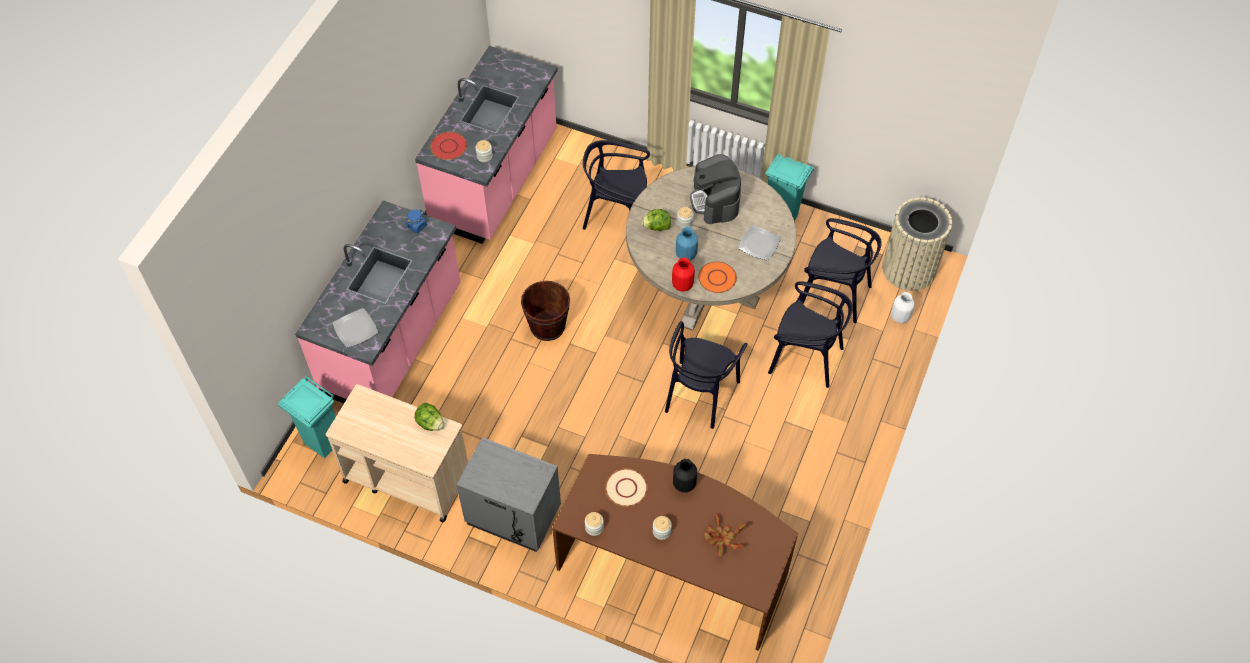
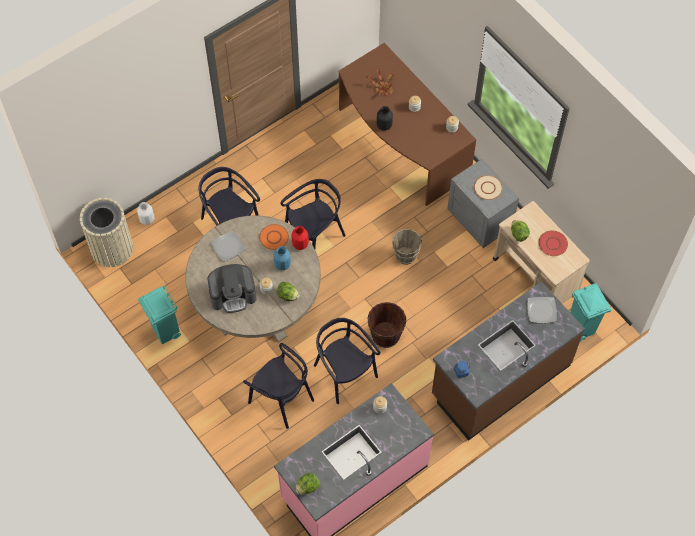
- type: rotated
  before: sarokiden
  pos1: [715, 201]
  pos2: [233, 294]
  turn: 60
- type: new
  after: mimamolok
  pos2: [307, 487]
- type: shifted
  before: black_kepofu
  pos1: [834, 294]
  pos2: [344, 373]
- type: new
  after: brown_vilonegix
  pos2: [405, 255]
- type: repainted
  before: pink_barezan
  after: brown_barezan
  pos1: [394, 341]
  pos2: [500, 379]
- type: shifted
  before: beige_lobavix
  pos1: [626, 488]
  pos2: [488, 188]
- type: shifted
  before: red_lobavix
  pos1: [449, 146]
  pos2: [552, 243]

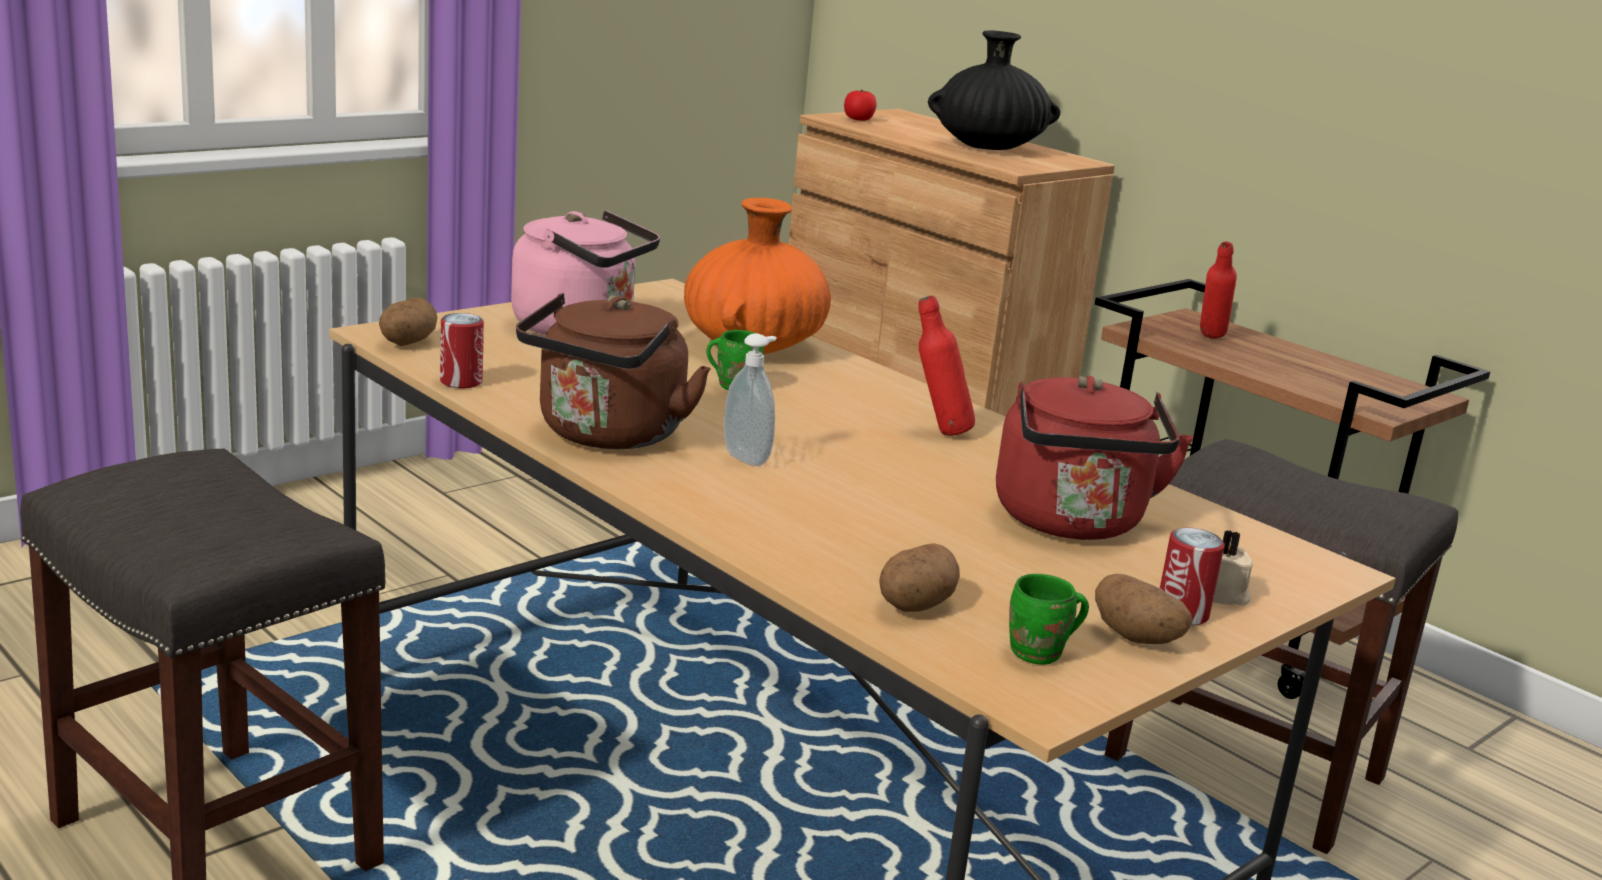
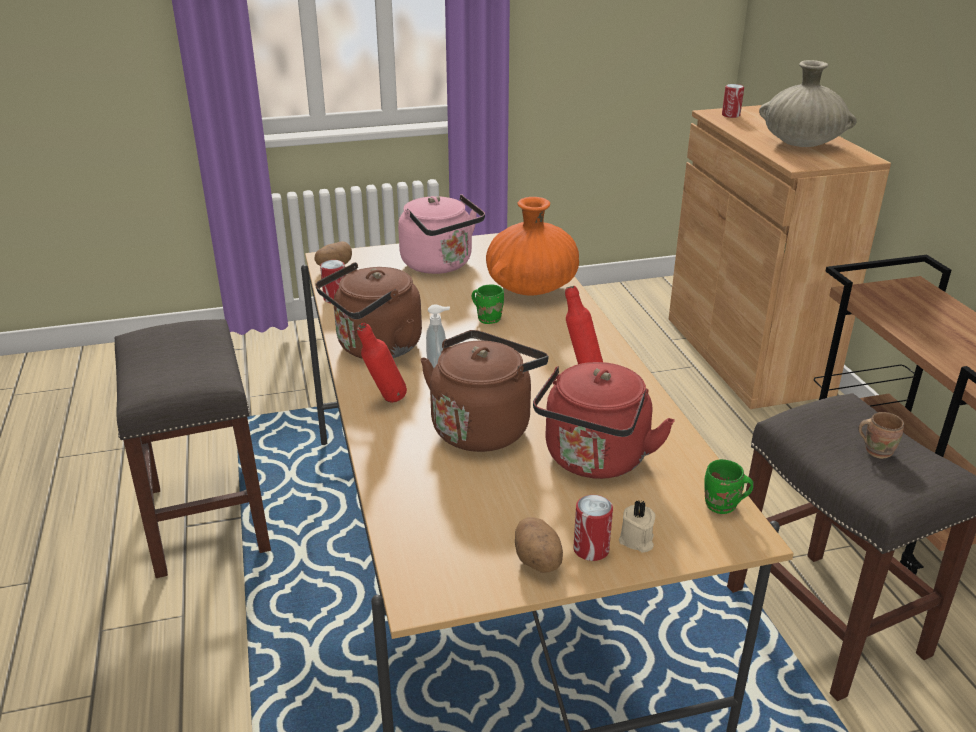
- type: shifted
  before: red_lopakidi
  pos1: [1210, 339]
  pos2: [385, 402]
- type: new
  after: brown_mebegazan
  pos2: [483, 426]
- type: shifted
  before: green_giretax
  pos1: [1040, 654]
  pos2: [722, 506]
- type: swapped
  before: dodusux
  after: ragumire
  pos1: [858, 119]
  pos2: [730, 115]
- type: repainted
  before: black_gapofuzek
  after: beige_gapofuzek
  pos1: [988, 147]
  pos2: [801, 144]
- type: new
  after: brown_giretax
  pos2: [876, 450]
- type: gone
  before: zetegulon
  pos1: [913, 606]

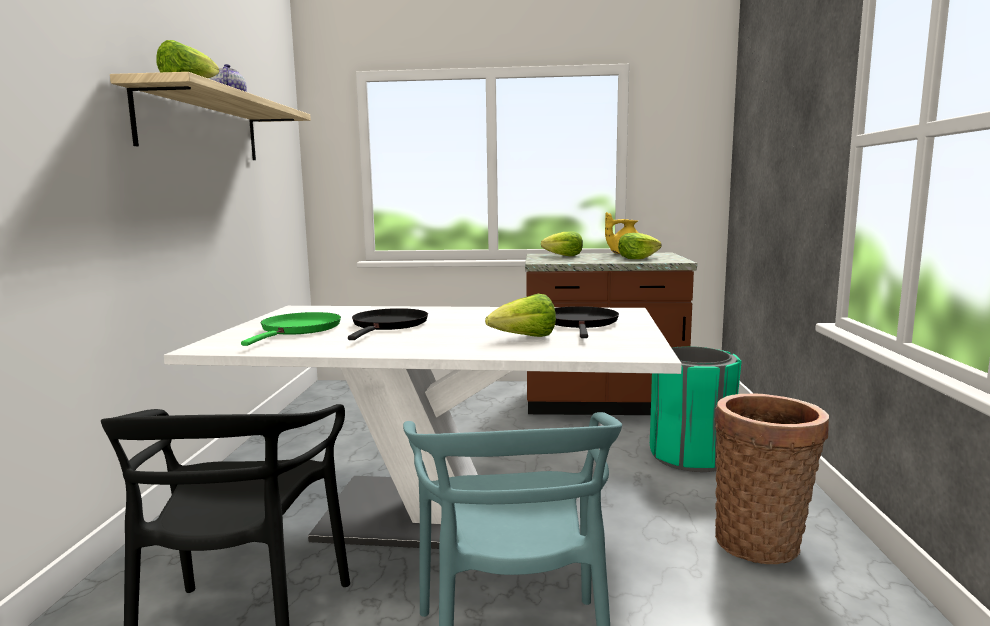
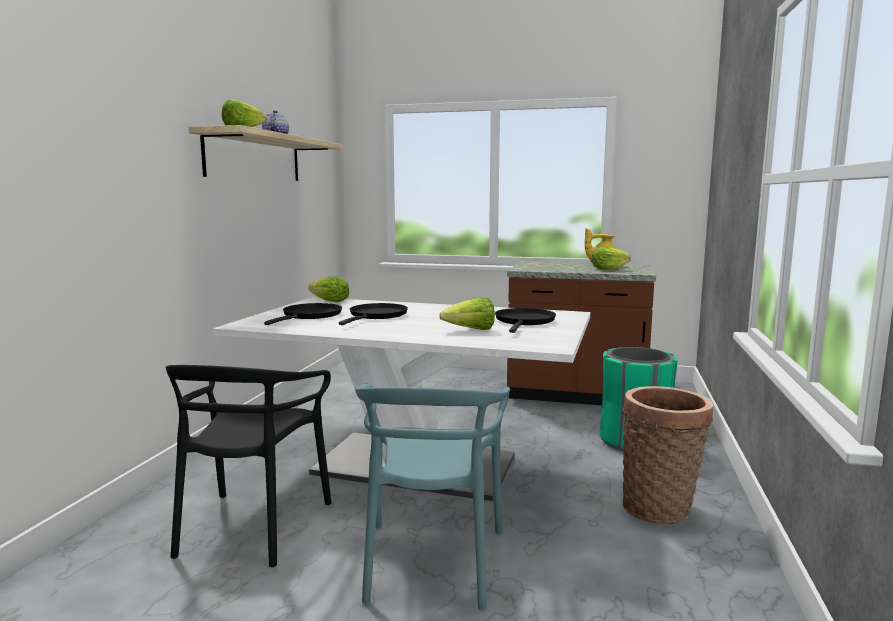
- type: repainted
  before: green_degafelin
  after: black_degafelin
  pos1: [299, 330]
  pos2: [310, 316]
- type: shifted
  before: mimamolok
  pos1: [564, 256]
  pos2: [330, 301]

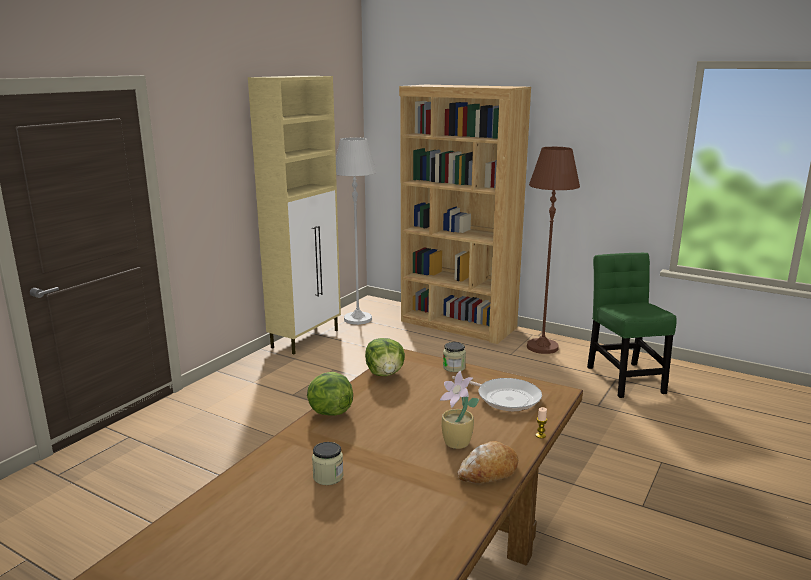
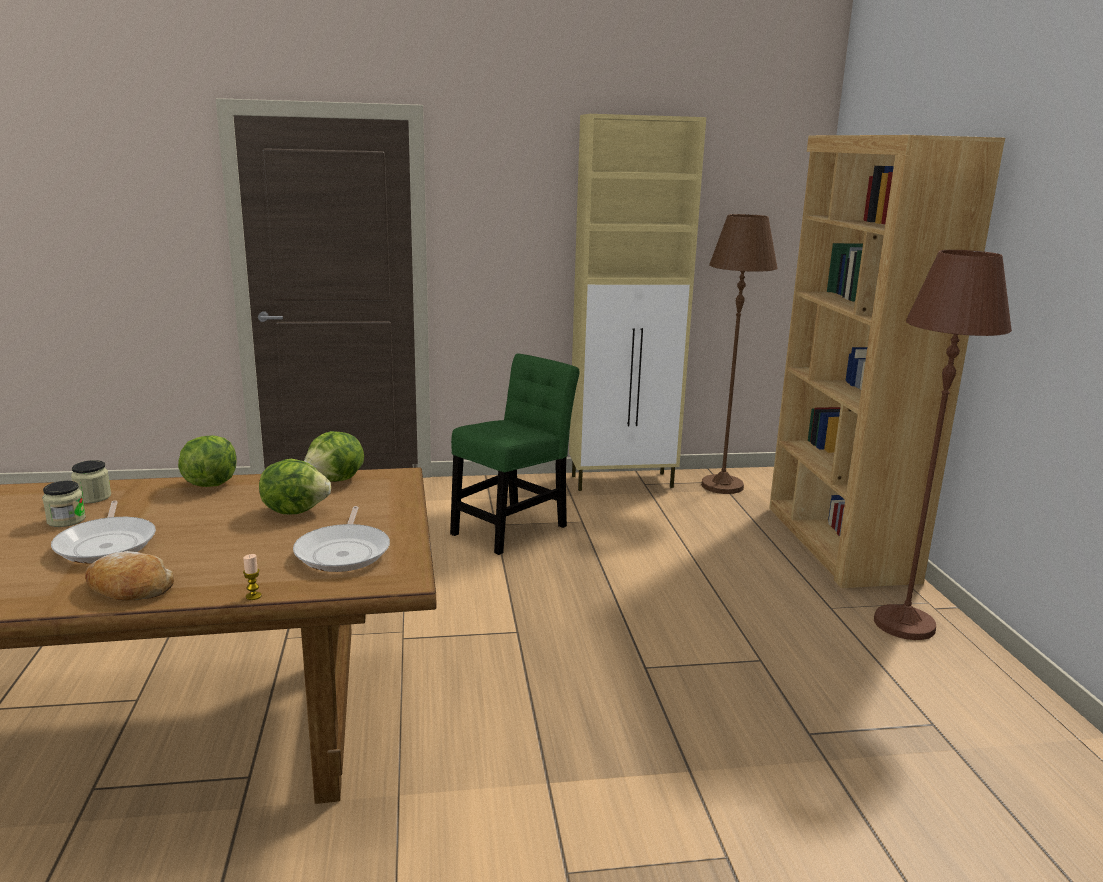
- type: new
  after: degafelin
  pos2: [107, 544]
- type: shifted
  before: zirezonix
  pos1: [454, 367]
  pos2: [93, 497]
- type: new
  after: mimamolok
  pos2: [295, 510]
- type: shifted
  before: green_kepofu
  pos1: [624, 377]
  pos2: [513, 527]
- type: repainted
  before: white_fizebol
  after: brown_fizebol
  pos1: [358, 319]
  pos2: [722, 486]
- type: gone
  before: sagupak
  pos1: [457, 443]

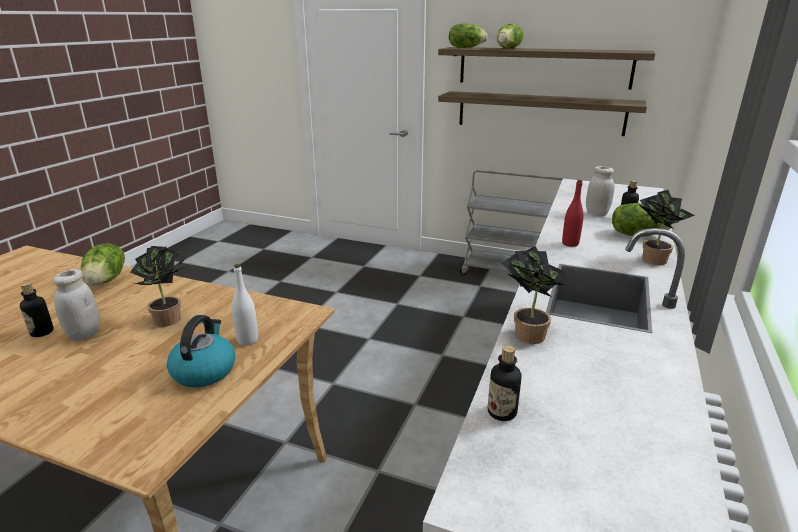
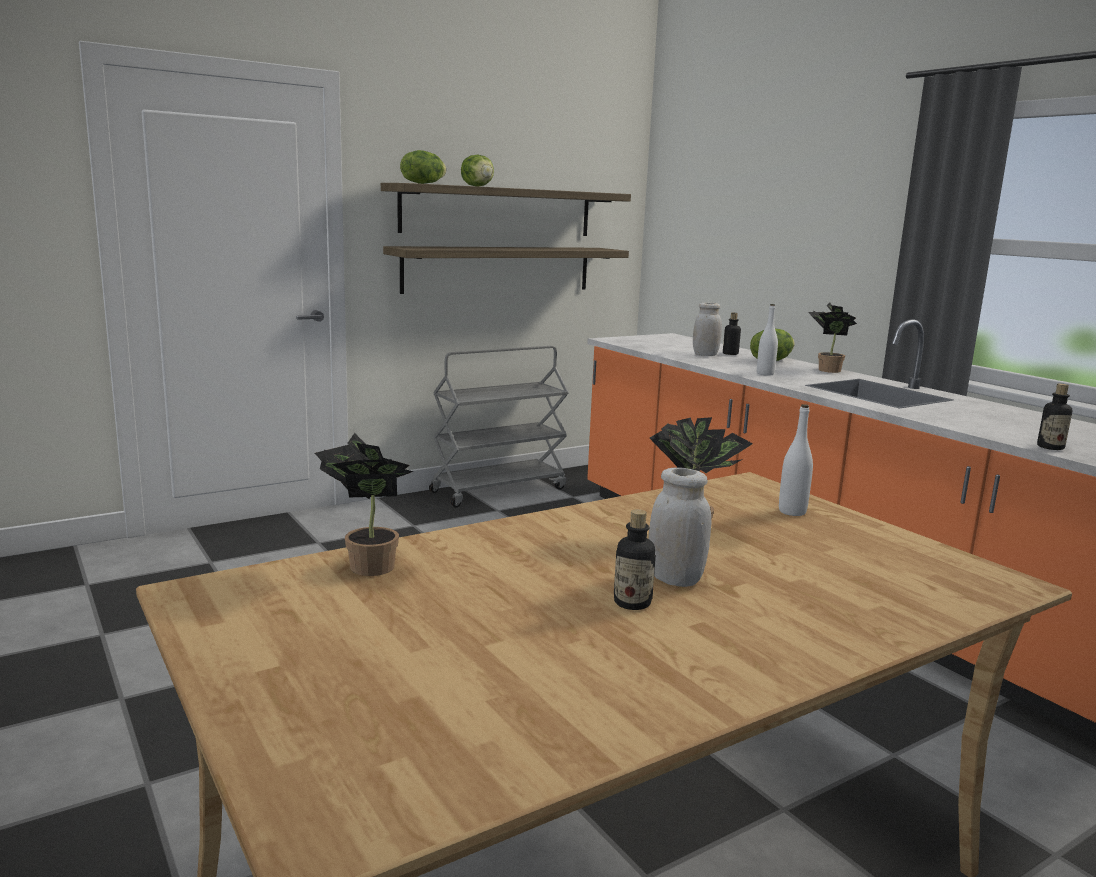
- type: shifted
  before: sagupak
  pos1: [527, 333]
  pos2: [366, 566]
- type: repainted
  before: red_lopakidi
  after: white_lopakidi
  pos1: [570, 244]
  pos2: [765, 374]
- type: gone
  before: mimamolok
  pos1: [107, 280]
- type: gone
  before: mebegazan
  pos1: [204, 370]

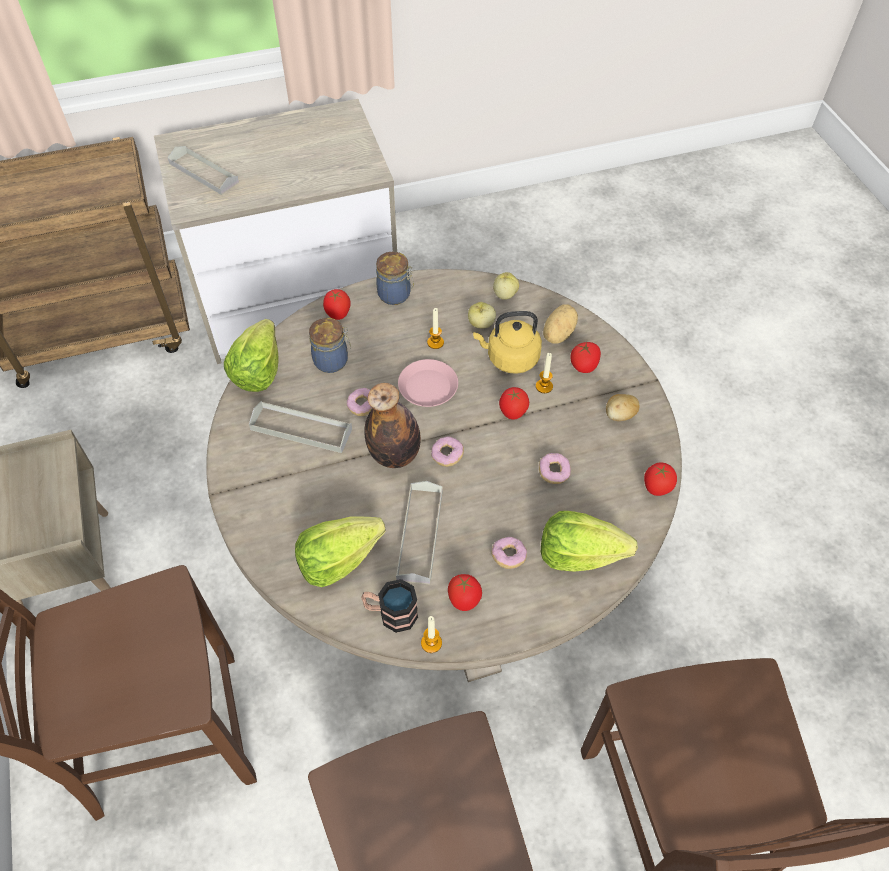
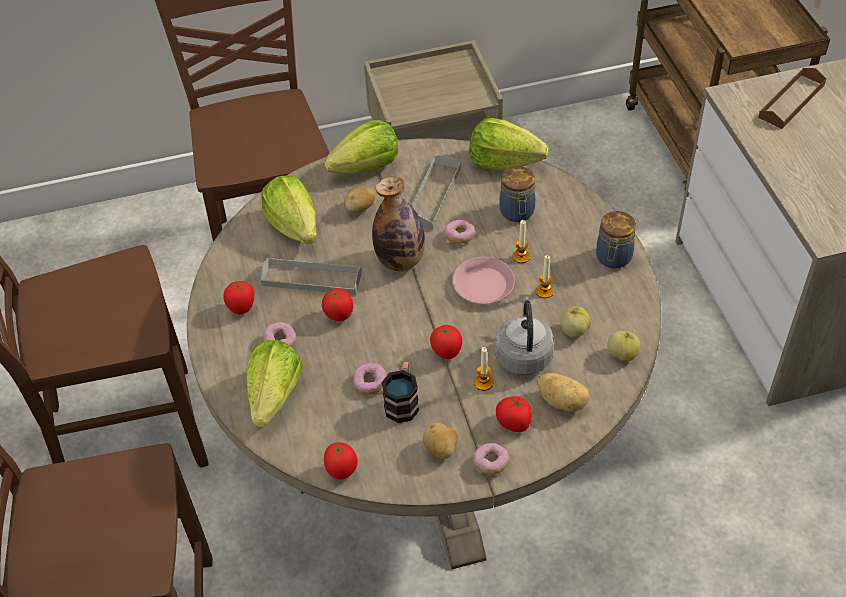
- type: shifted
  before: dodusux
  pos1: [338, 315]
  pos2: [339, 316]
- type: new
  after: mimamolok
  pos2: [367, 167]
- type: new
  after: zetegulon
  pos2: [360, 208]
- type: shifted
  before: giretax
  pos1: [390, 613]
  pos2: [403, 401]
- type: shifted
  before: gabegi
  pos1: [447, 455]
  pos2: [490, 463]
- type: repainted
  before: yellow_mebegazan
  after: grey_mebegazan
  pos1: [509, 358]
  pos2: [523, 354]
- type: shifted
  before: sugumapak
  pos1: [431, 643]
  pos2: [521, 256]
- type: repainted
  before: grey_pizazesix
  after: brown_pizazesix
  pos1: [204, 173]
  pos2: [791, 101]

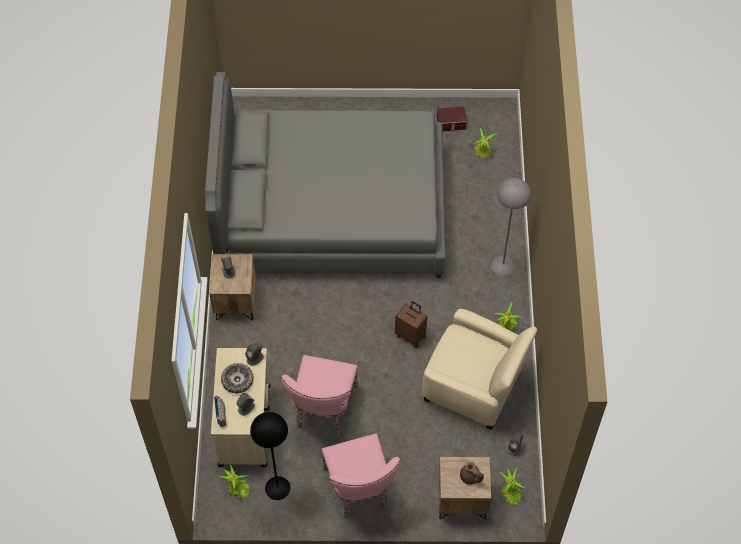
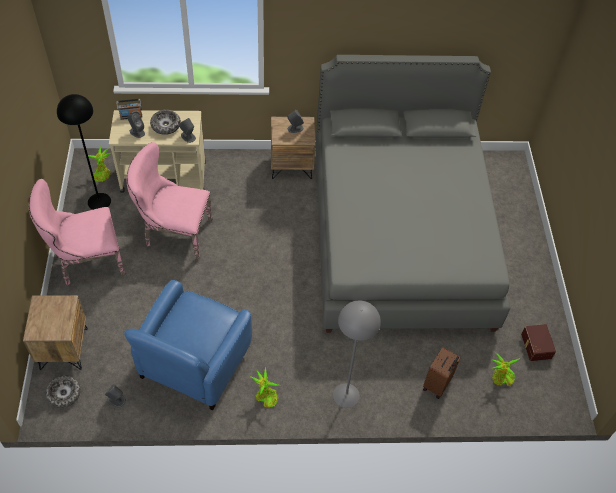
- type: swapped
  before: sagupak
  after: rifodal
  pos1: [510, 493]
  pos2: [64, 393]
- type: repainted
  before: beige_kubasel
  after: blue_kubasel
  pos1: [474, 385]
  pos2: [194, 363]
- type: shifted
  before: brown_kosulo
  pos1: [411, 335]
  pos2: [437, 384]
- type: gone
  before: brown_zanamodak
  pos1: [470, 477]

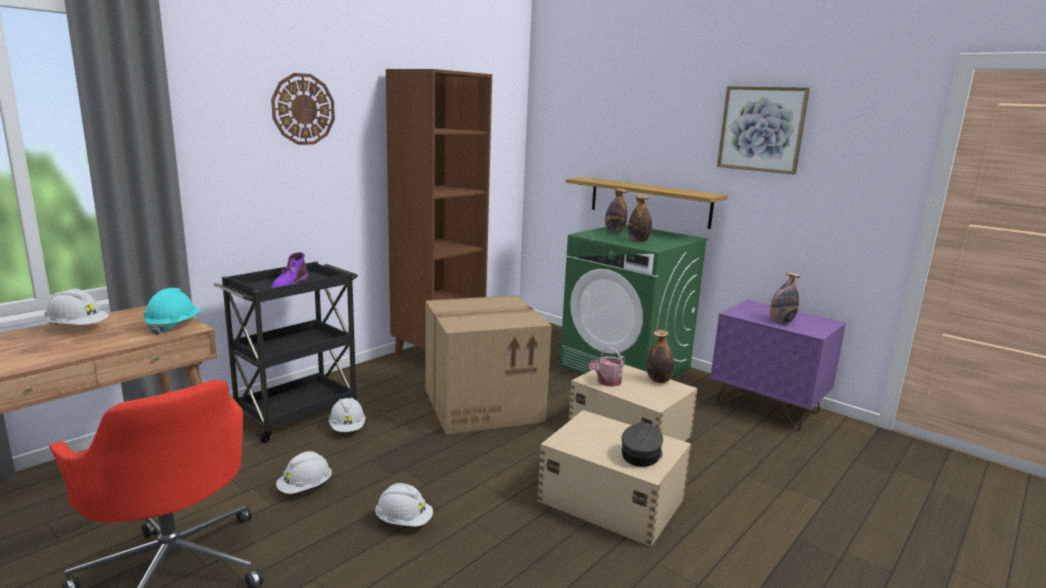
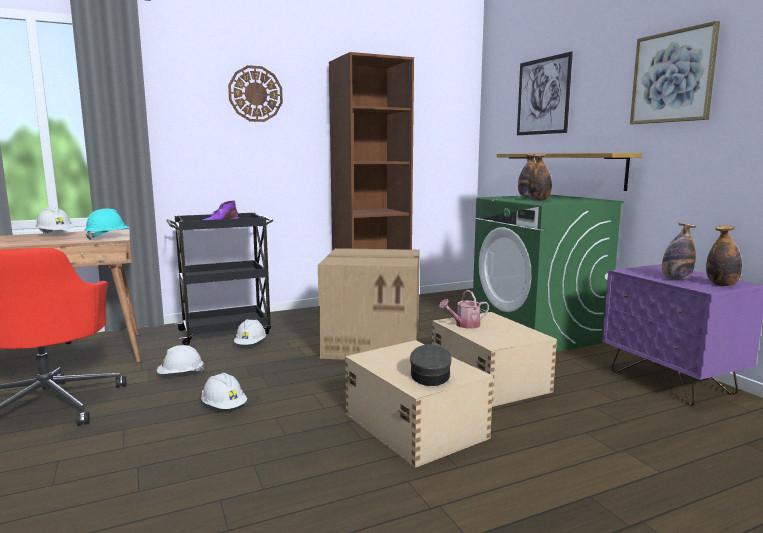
- type: rotated
  before: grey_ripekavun
  pos1: [641, 454]
  pos2: [430, 375]
  turn: -45
- type: new
  after: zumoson
  pos2: [543, 96]
- type: shifted
  before: lopakidi
  pos1: [659, 380]
  pos2: [721, 285]

